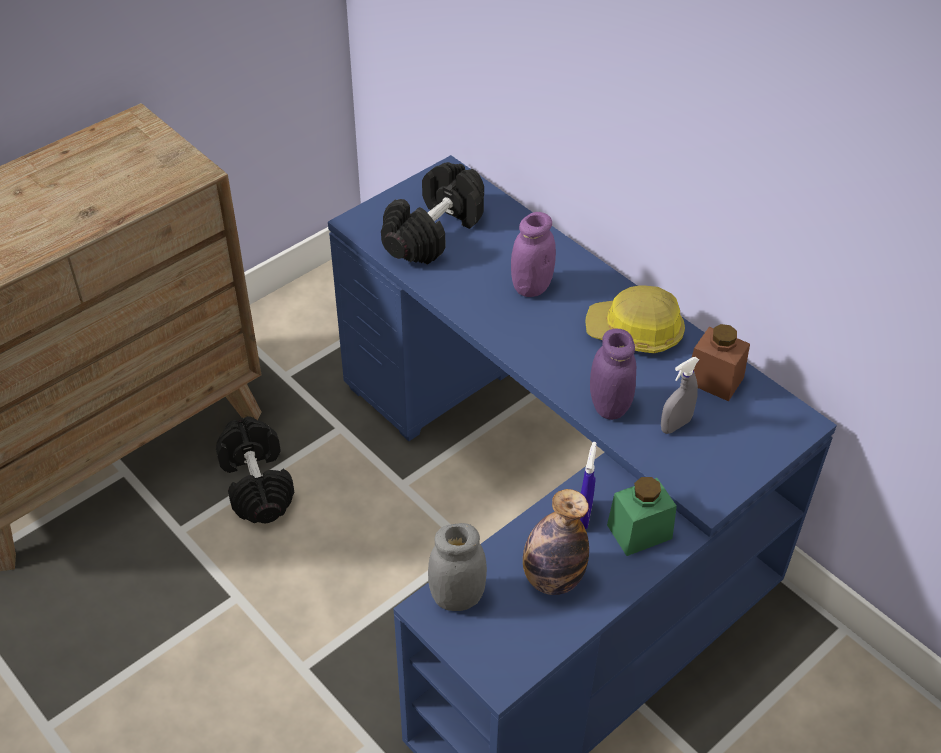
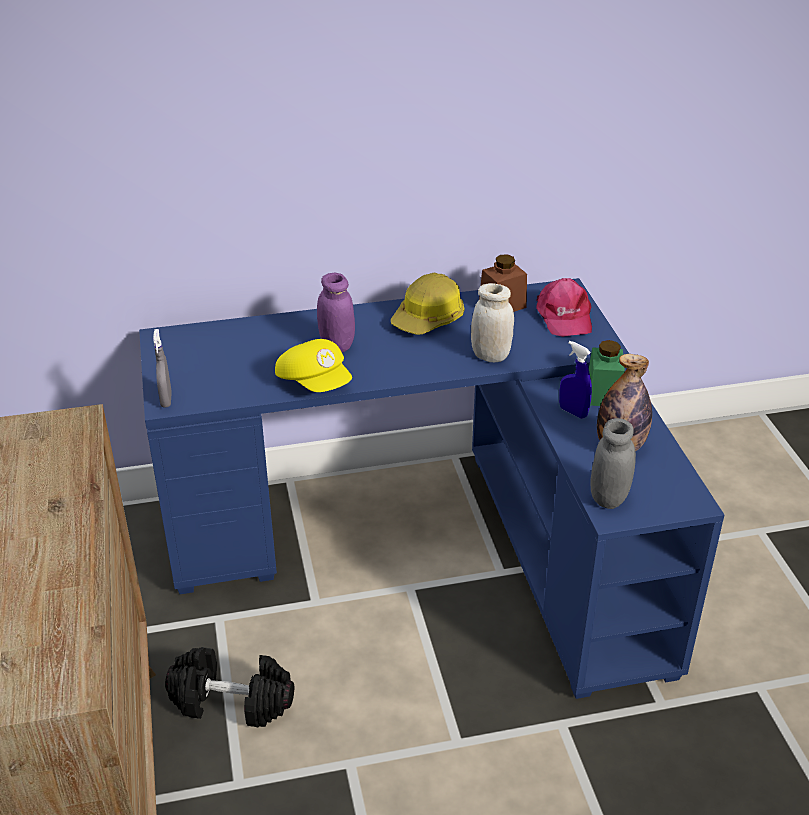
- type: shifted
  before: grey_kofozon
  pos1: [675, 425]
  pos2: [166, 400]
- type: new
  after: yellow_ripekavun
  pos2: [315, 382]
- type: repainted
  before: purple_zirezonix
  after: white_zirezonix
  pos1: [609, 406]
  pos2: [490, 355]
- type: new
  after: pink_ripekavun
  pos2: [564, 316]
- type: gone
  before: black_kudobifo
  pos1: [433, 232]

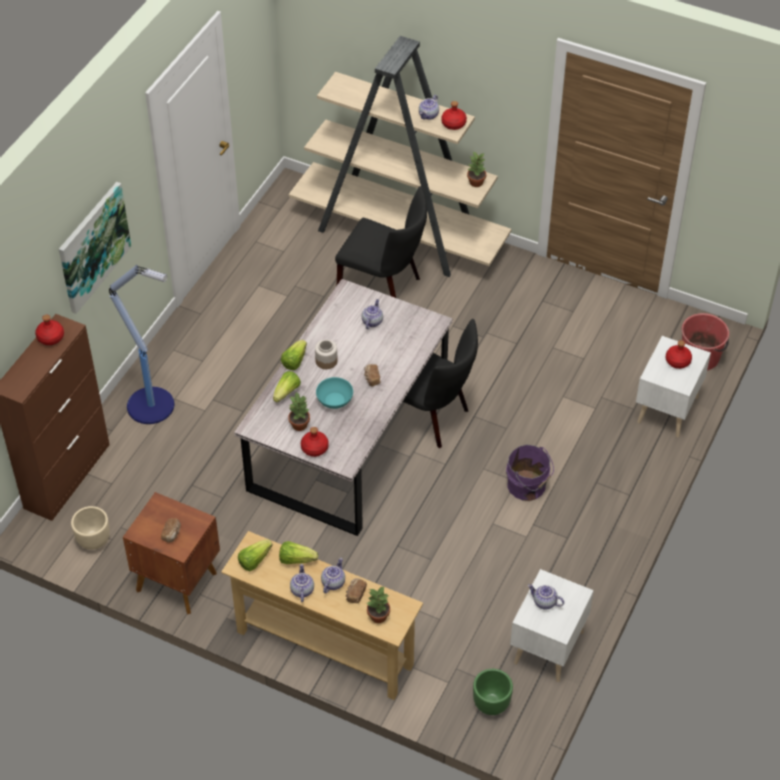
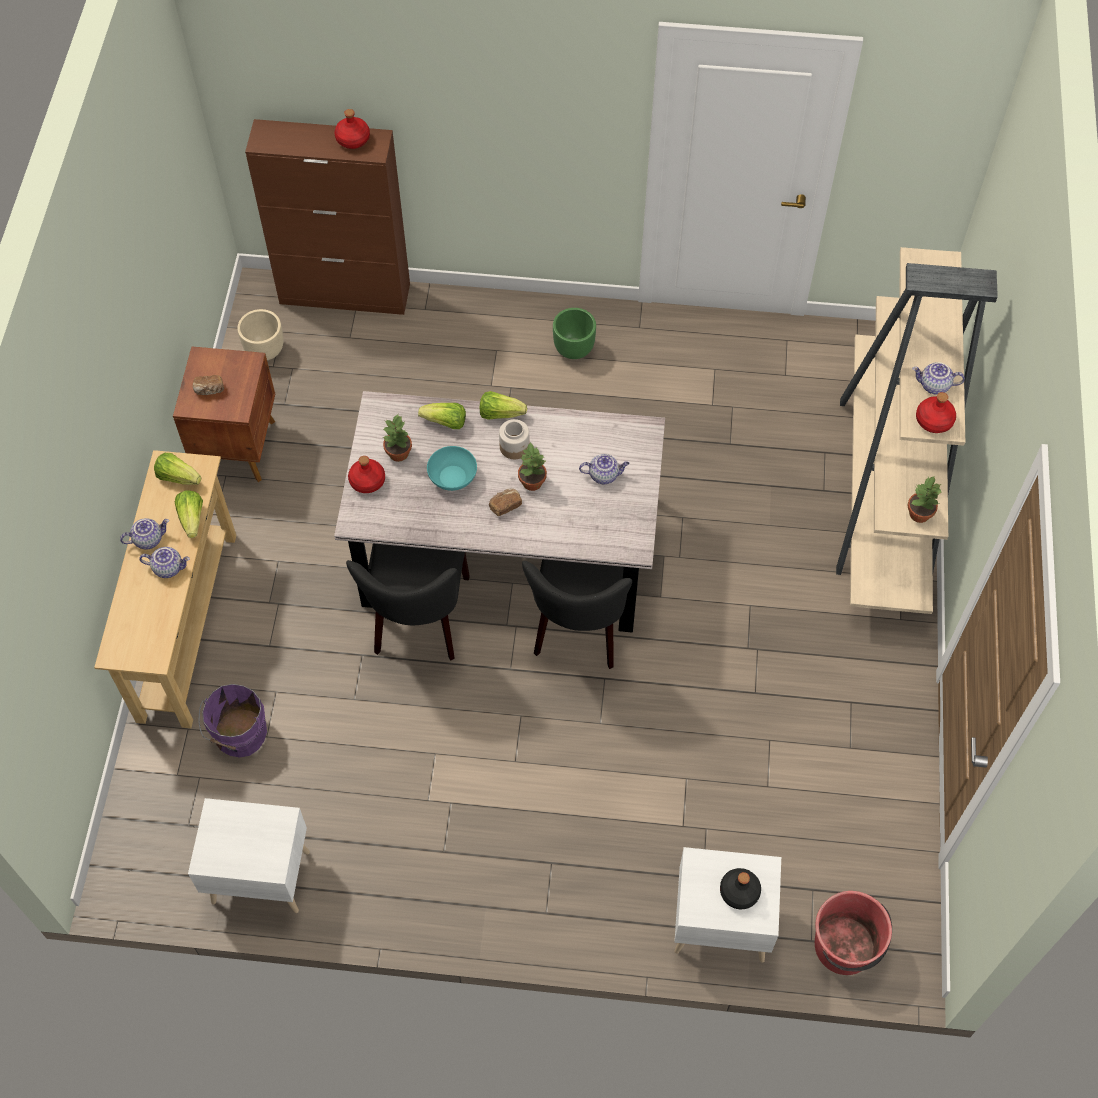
- type: shifted
  before: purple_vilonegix
  pos1: [528, 486]
  pos2: [239, 735]
- type: shifted
  before: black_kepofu
  pos1: [384, 287]
  pos2: [419, 621]
- type: shifted
  before: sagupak
  pos1: [378, 616]
  pos2: [532, 481]
- type: shifted
  before: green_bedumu
  pos1: [491, 705]
  pos2: [573, 349]
- type: repainted
  before: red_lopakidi
  after: black_lopakidi
  pos1: [677, 361]
  pos2: [738, 892]
- type: gone
  before: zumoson
  pos1: [93, 246]
- type: gone
  before: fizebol
  pos1: [152, 406]
- type: gone
  before: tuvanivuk
  pos1: [355, 594]
- type: gone
  before: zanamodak
  pos1: [544, 602]

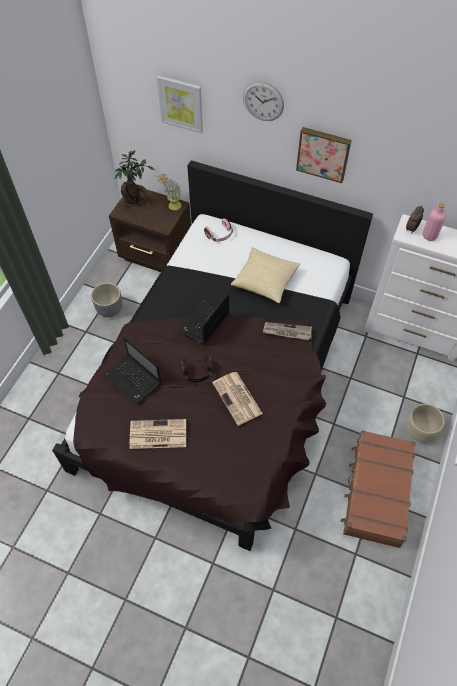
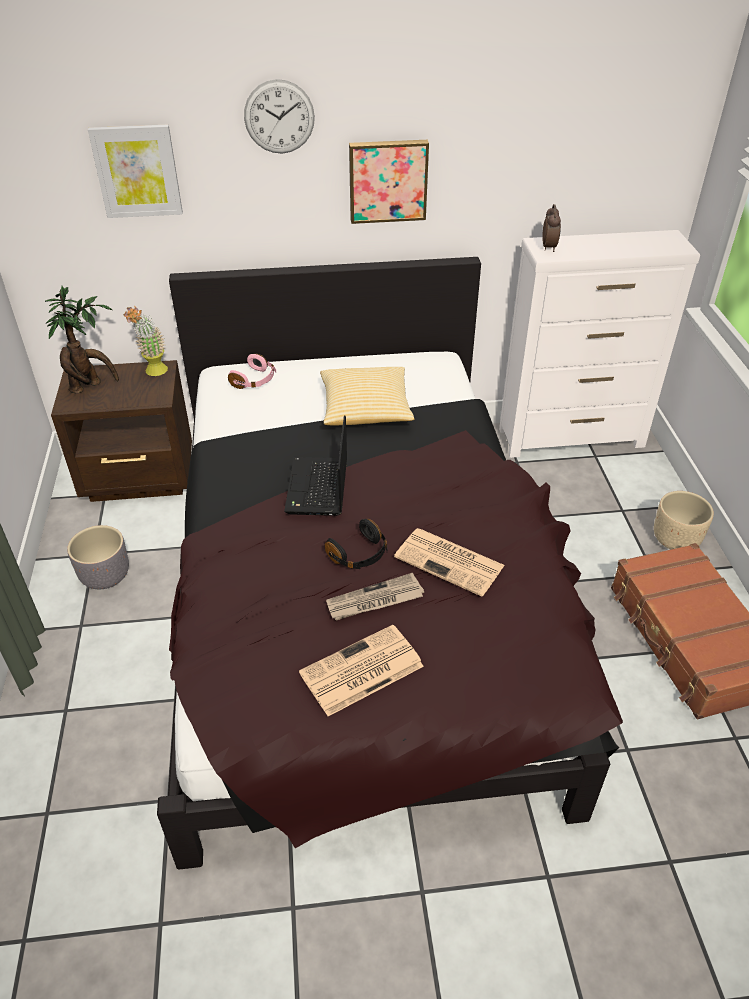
- type: shifted
  before: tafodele
  pos1: [287, 332]
  pos2: [374, 600]
- type: gone
  before: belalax
  pos1: [134, 380]
- type: gone
  before: pink_lopakidi
  pos1: [429, 236]

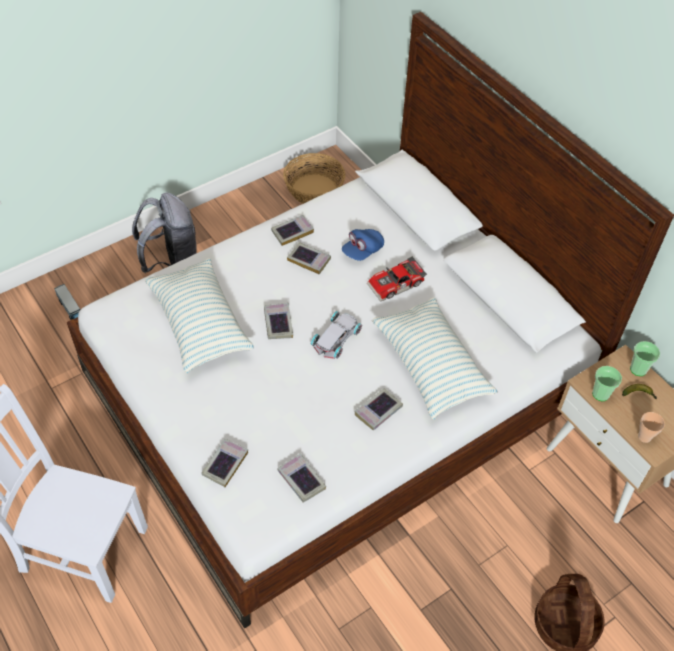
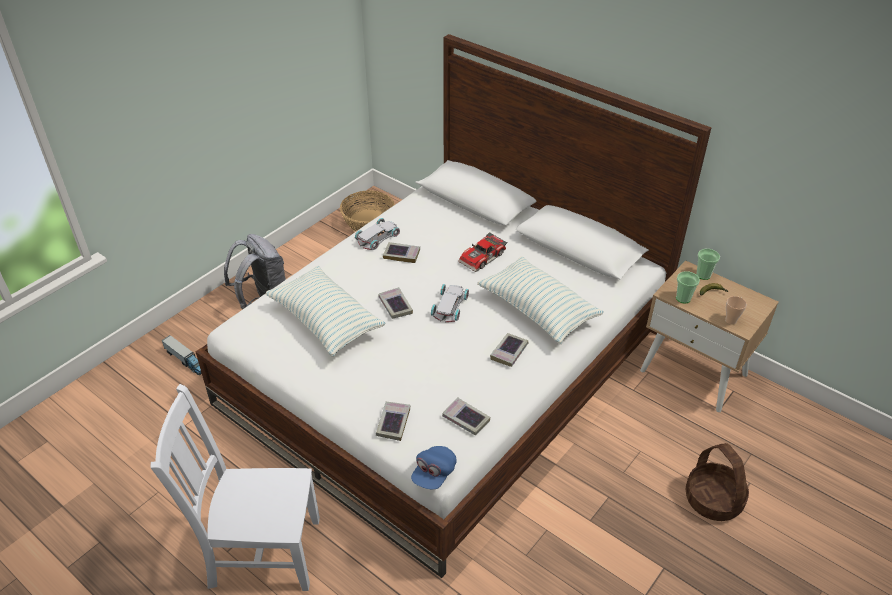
- type: swapped
  before: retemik
  after: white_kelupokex
  pos1: [292, 232]
  pos2: [378, 237]
- type: shifted
  before: blue_ripekavun
  pos1: [362, 251]
  pos2: [434, 474]

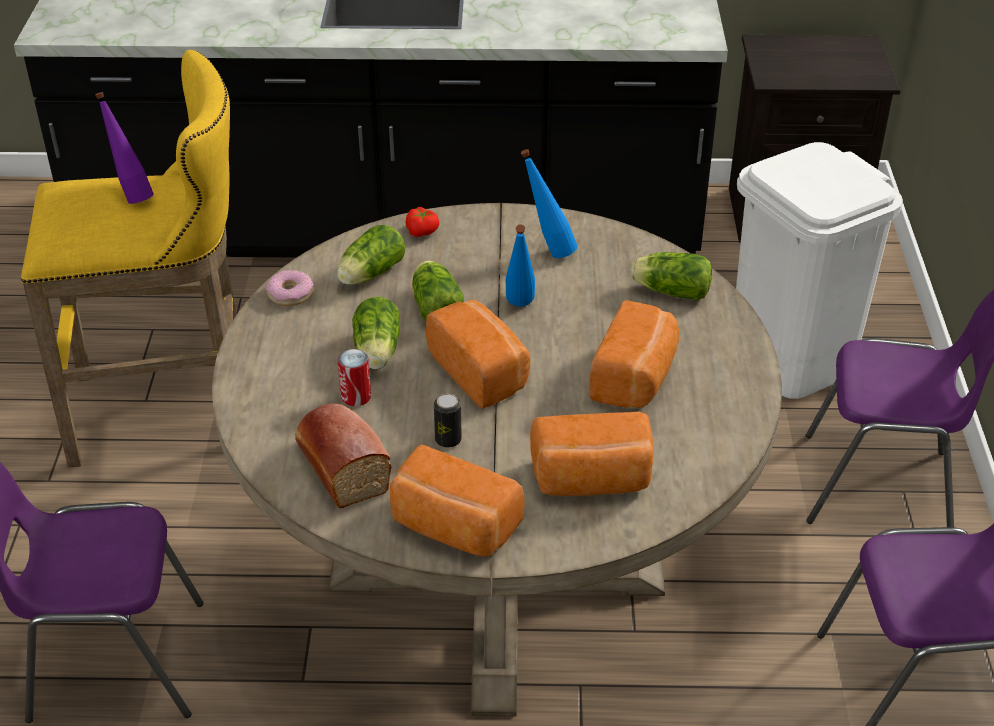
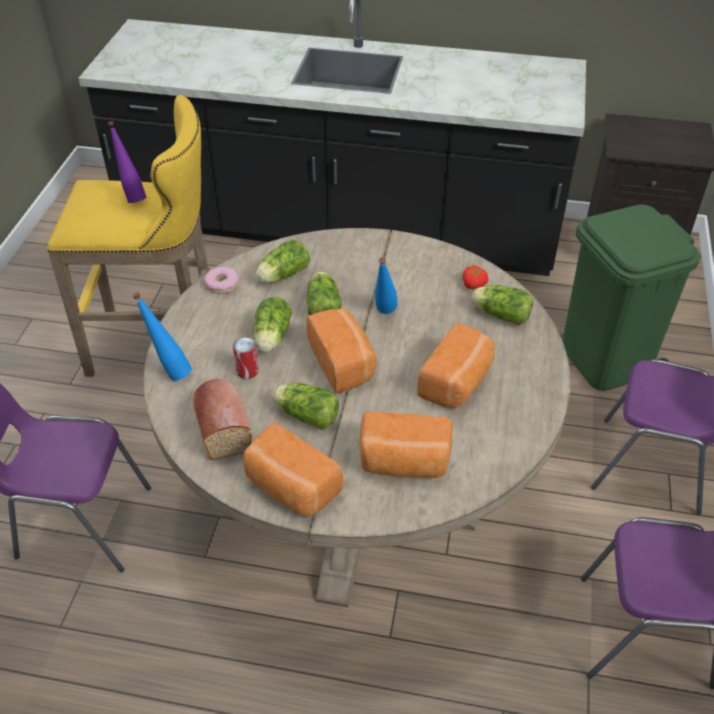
- type: shifted
  before: blue_lopakidi
  pos1: [548, 251]
  pos2: [169, 371]
- type: swapped
  before: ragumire
  after: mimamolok
  pos1: [448, 440]
  pos2: [305, 415]
- type: shifted
  before: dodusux
  pos1: [422, 231]
  pos2: [474, 284]
- type: repainted
  before: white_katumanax
  after: green_katumanax
  pos1: [793, 360]
  pos2: [606, 360]

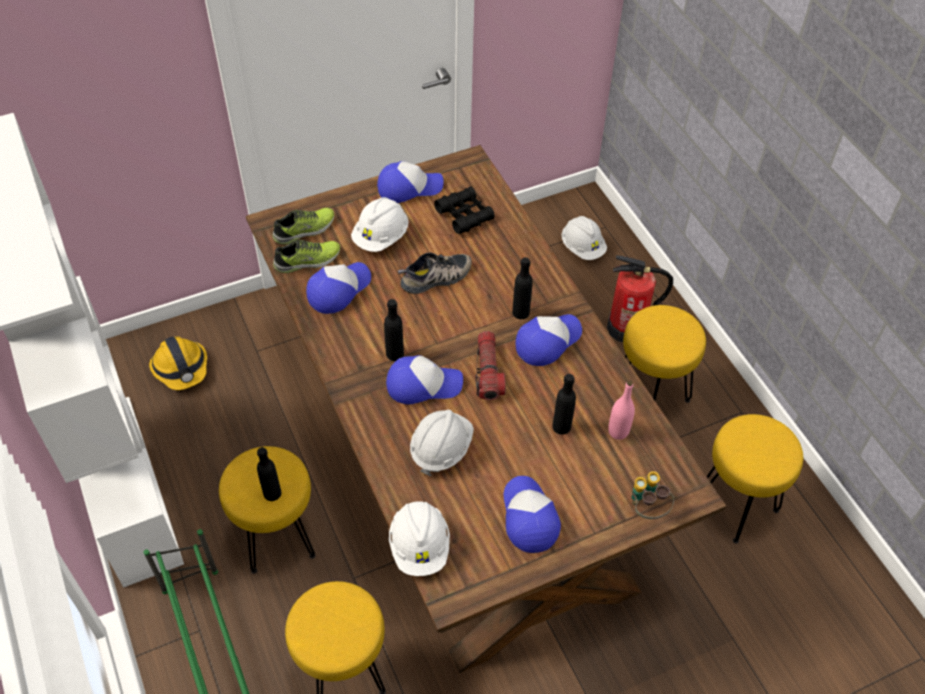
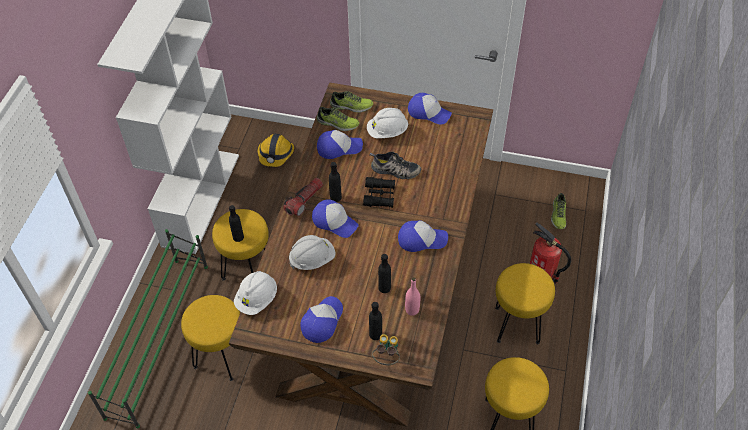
- type: shifted
  before: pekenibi
  pos1: [488, 371]
  pos2: [304, 201]
- type: shifted
  before: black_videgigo
  pos1: [464, 215]
  pos2: [379, 196]
- type: shifted
  before: black_lopakidi
  pos1: [520, 312]
  pos2: [375, 334]
- type: swapped
  before: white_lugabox
  after: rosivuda
  pos1: [582, 248]
  pos2: [558, 215]

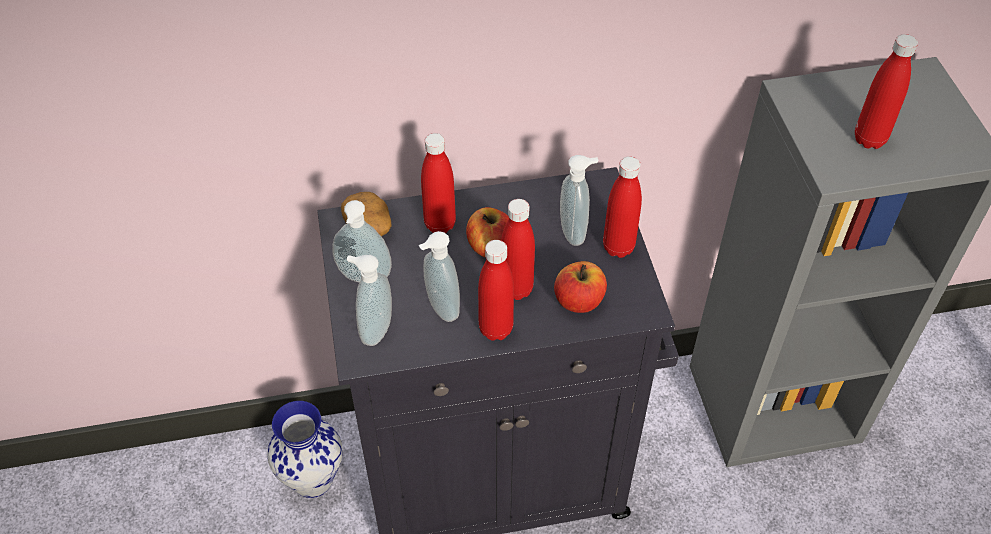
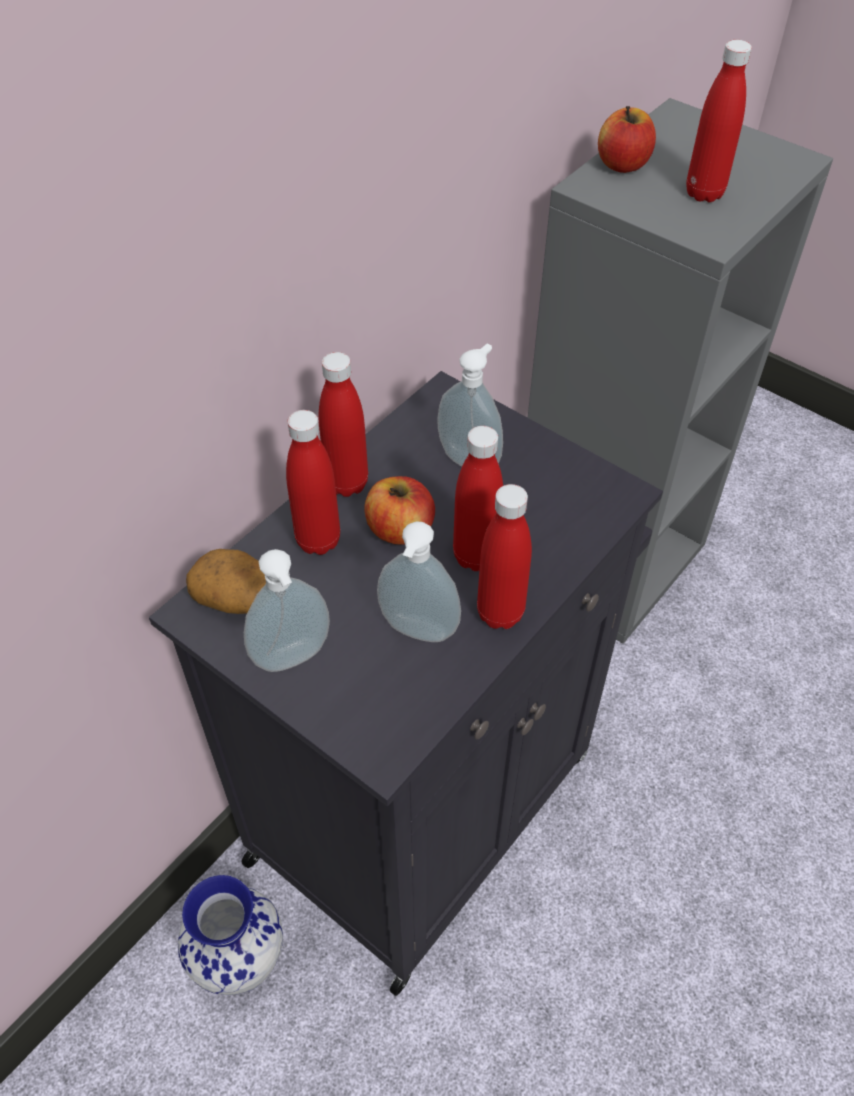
- type: shifted
  before: red_lopakidi
  pos1: [618, 247]
  pos2: [347, 483]
- type: shifted
  before: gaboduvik
  pos1: [579, 301]
  pos2: [623, 164]
- type: gone
  before: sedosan
  pos1: [374, 329]

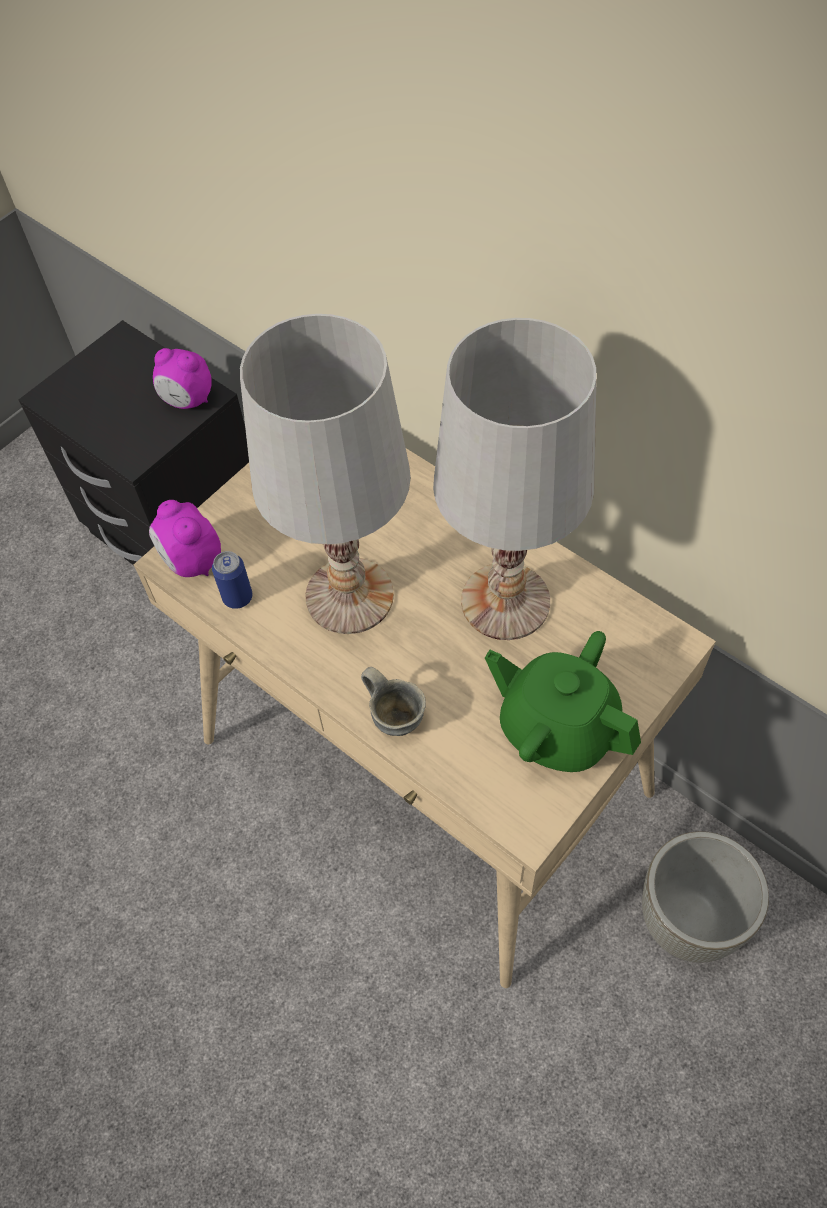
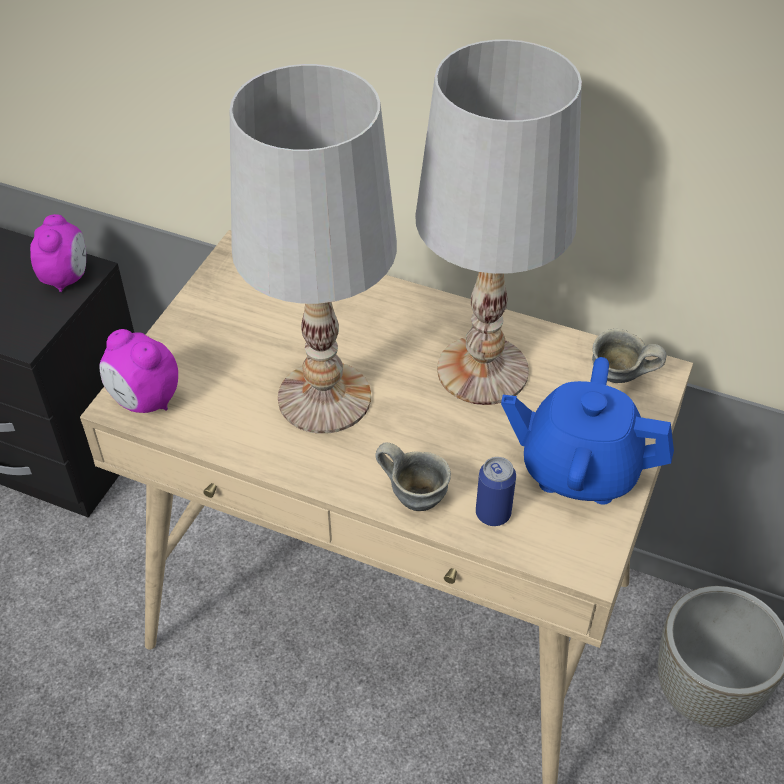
- type: rotated
  before: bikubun
  pos1: [187, 400]
  pos2: [66, 278]
  turn: -90
- type: shifted
  before: ragumire
  pos1: [237, 597]
  pos2: [493, 514]
- type: repainted
  before: green_zanamodak
  after: blue_zanamodak
  pos1: [557, 728]
  pos2: [578, 469]
- type: new
  after: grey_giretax
  pos2: [619, 380]

